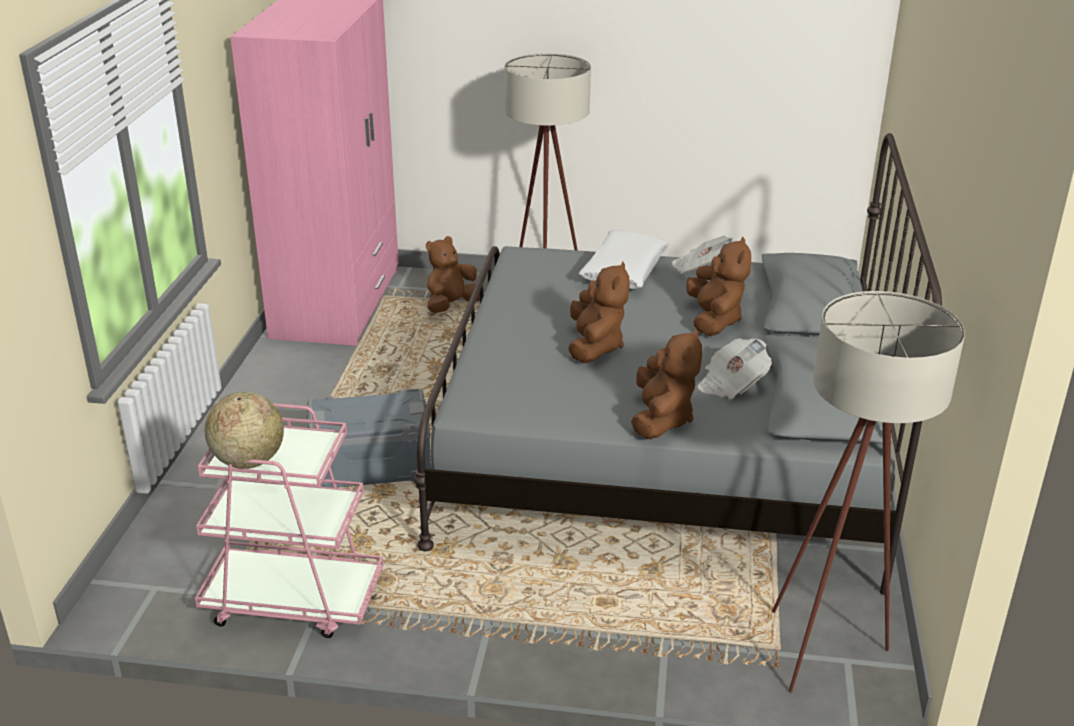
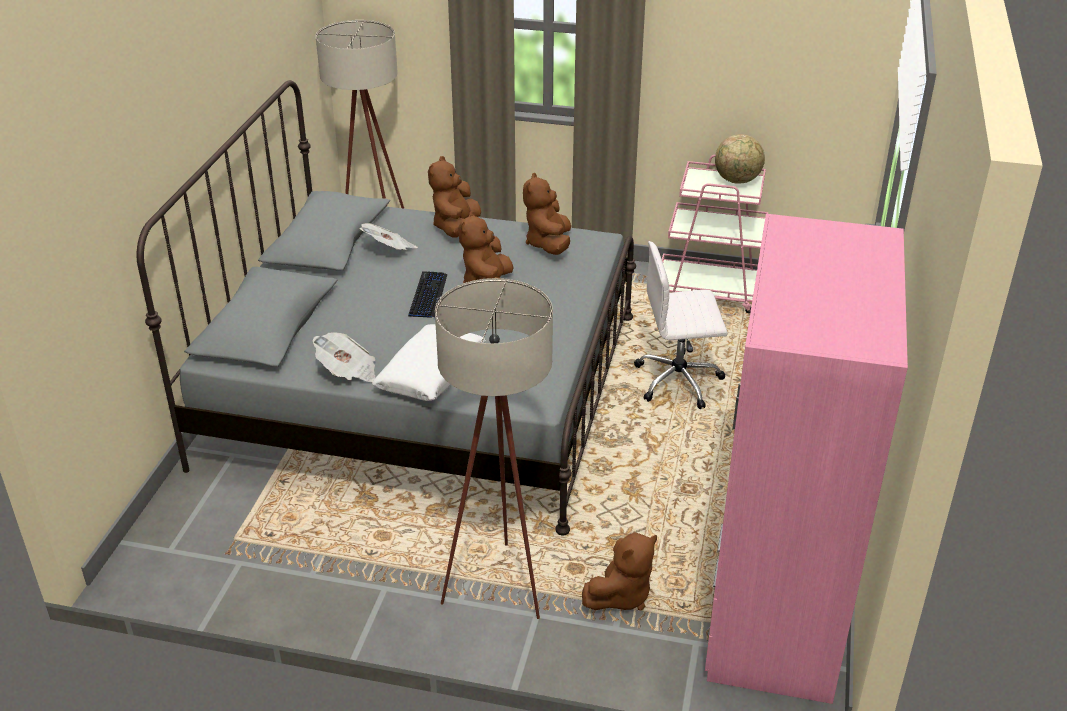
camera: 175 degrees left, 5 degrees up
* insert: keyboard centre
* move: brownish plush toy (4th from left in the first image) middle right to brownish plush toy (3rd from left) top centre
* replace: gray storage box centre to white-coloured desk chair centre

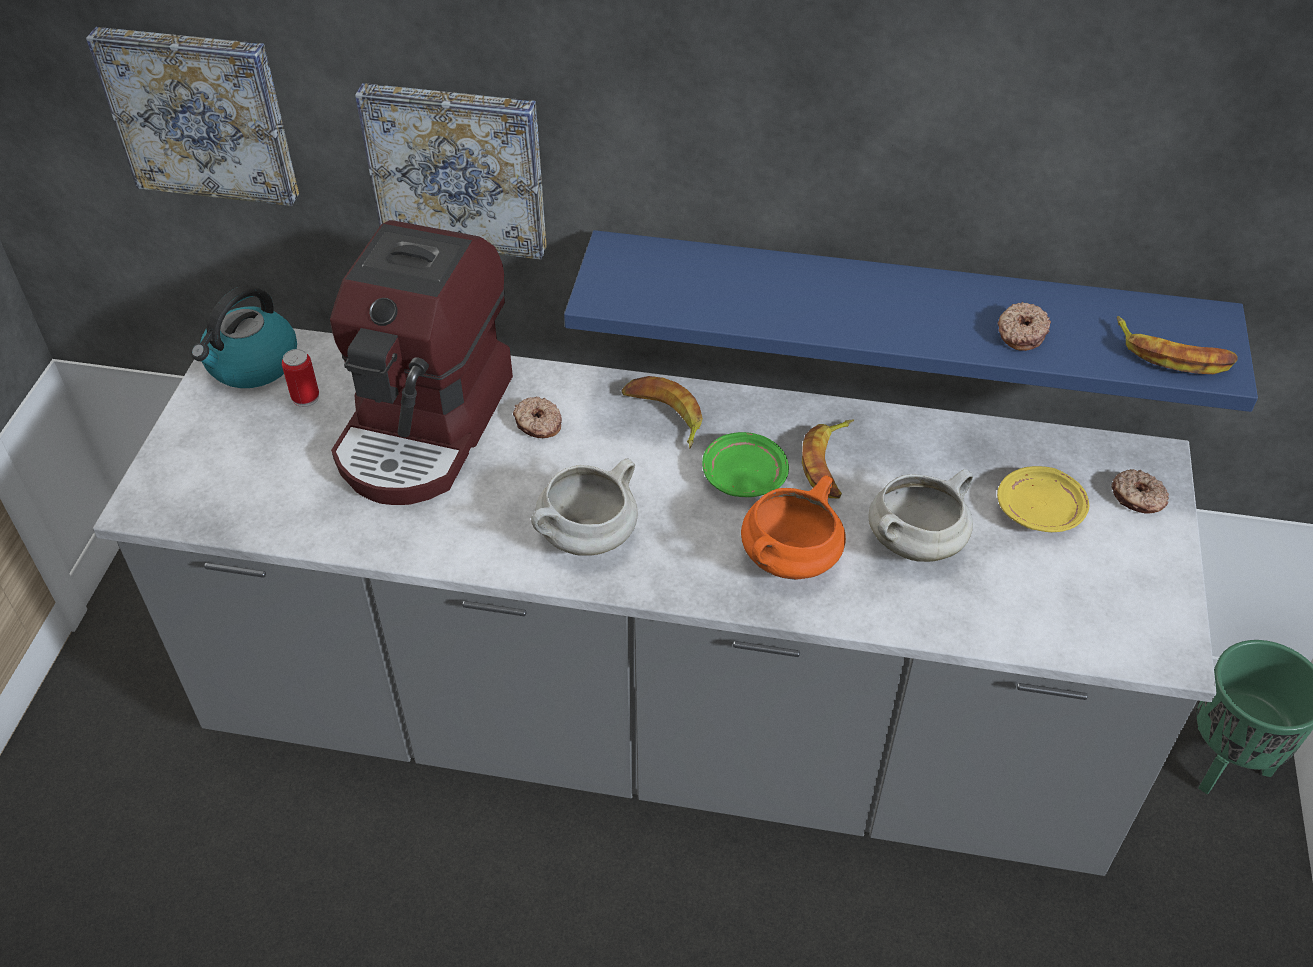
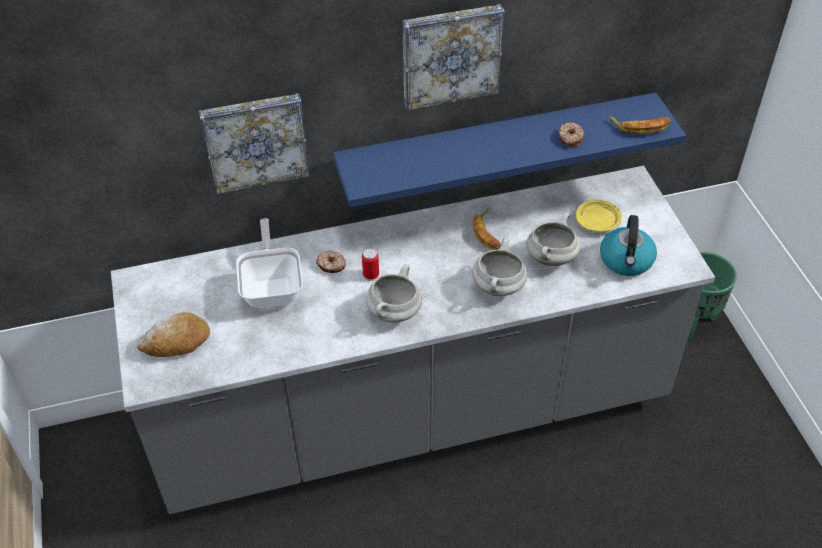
camera: 25 degrees left, 0 degrees up
* insert: baked bread middle left
* replace: coffee machine middle left to pan middle left
* move: sealed can middle left to centre
* move: picture (1st from left in the first image) top left to picture (2nd from left) top centre
* recolor: orange saucepot centre to white-coloured saucepot (2nd from left) centre
* move: water kettle middle left to middle right
* delete: whole banana (1st from left) centre
* delete: green-coloured dinner plate centre
* delete: donut (3rd from left) middle right

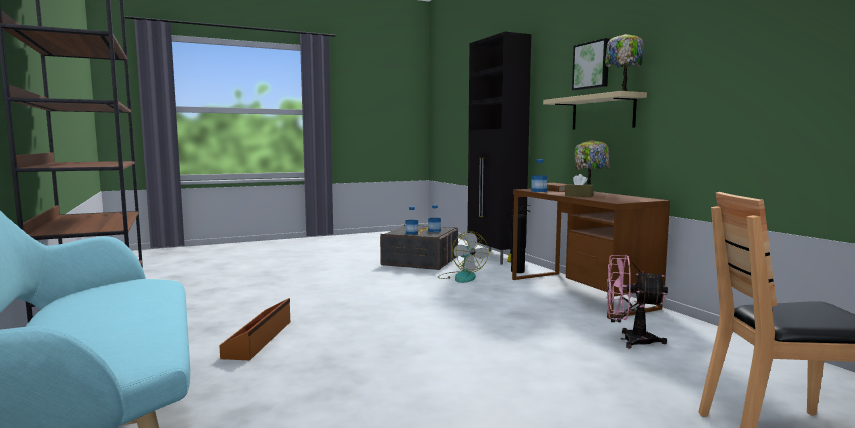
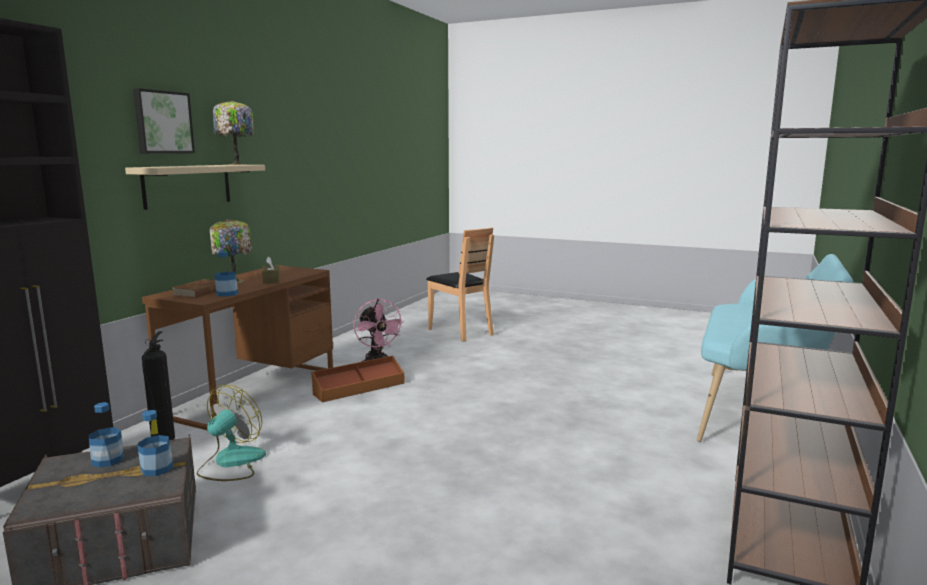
camera: 130 degrees left, 5 degrees up
* move: brownish storage box bottom left to centre

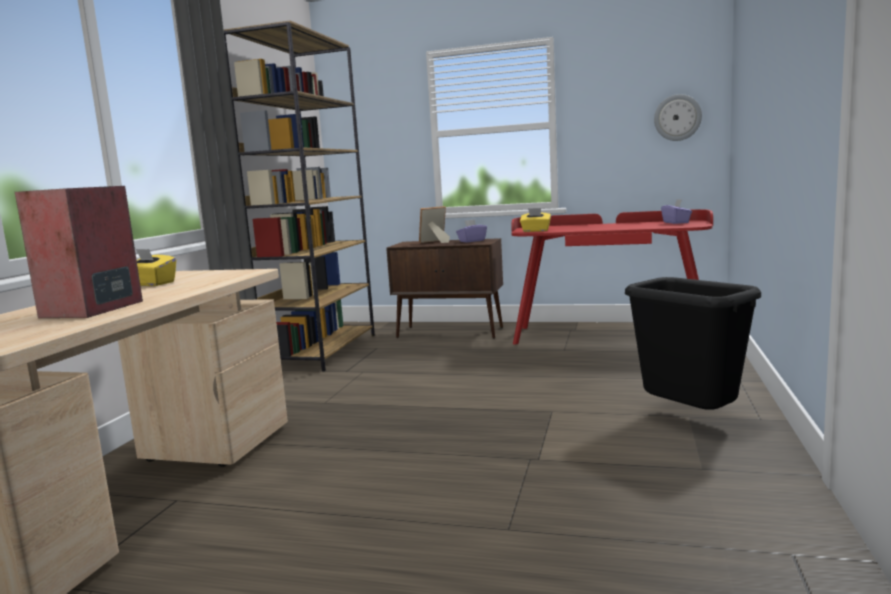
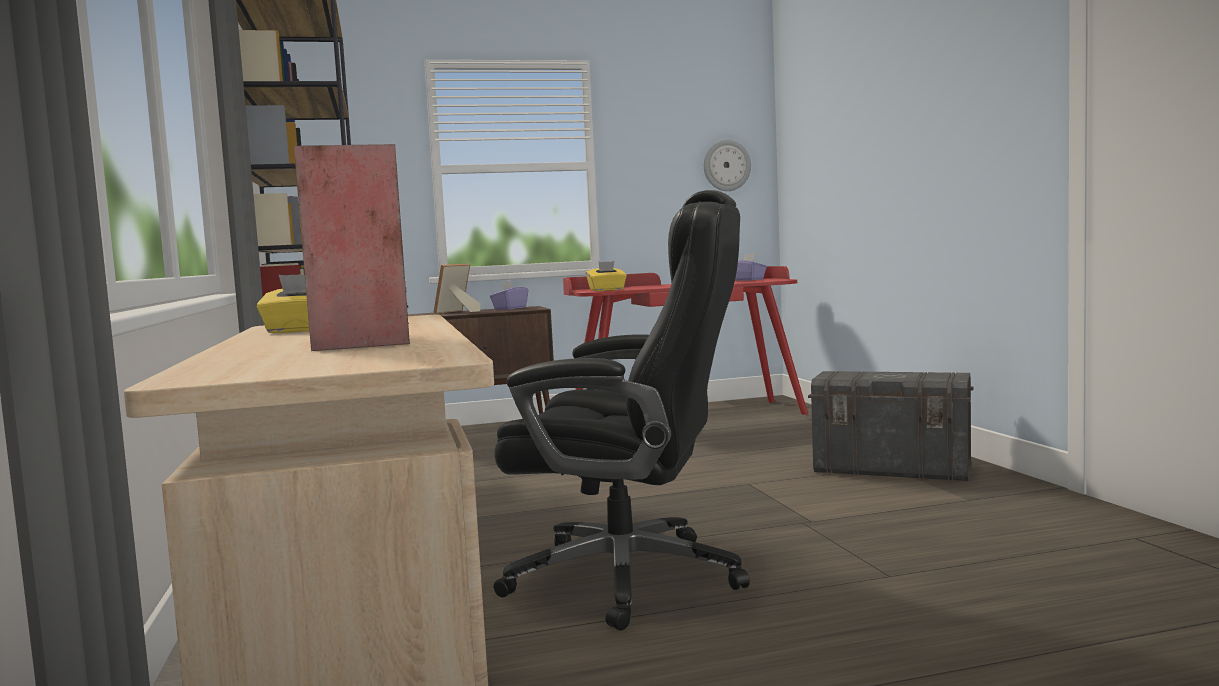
camera: 30 degrees left, 5 degrees down
* insert: black desk chair centre
* replace: black trash can middle right to gray storage box middle right

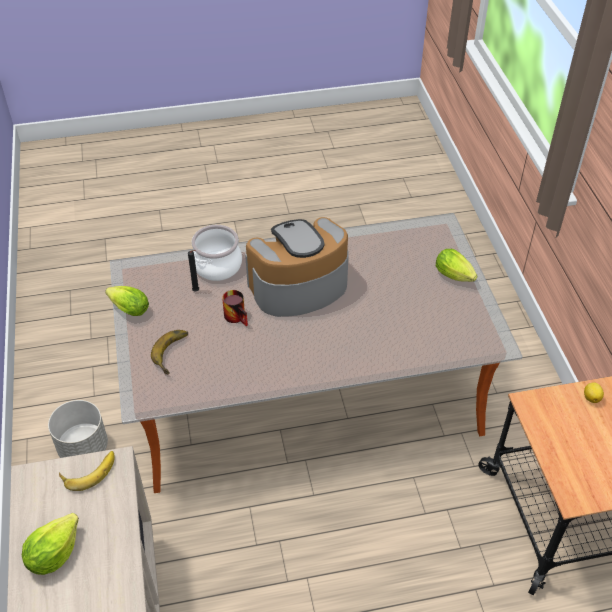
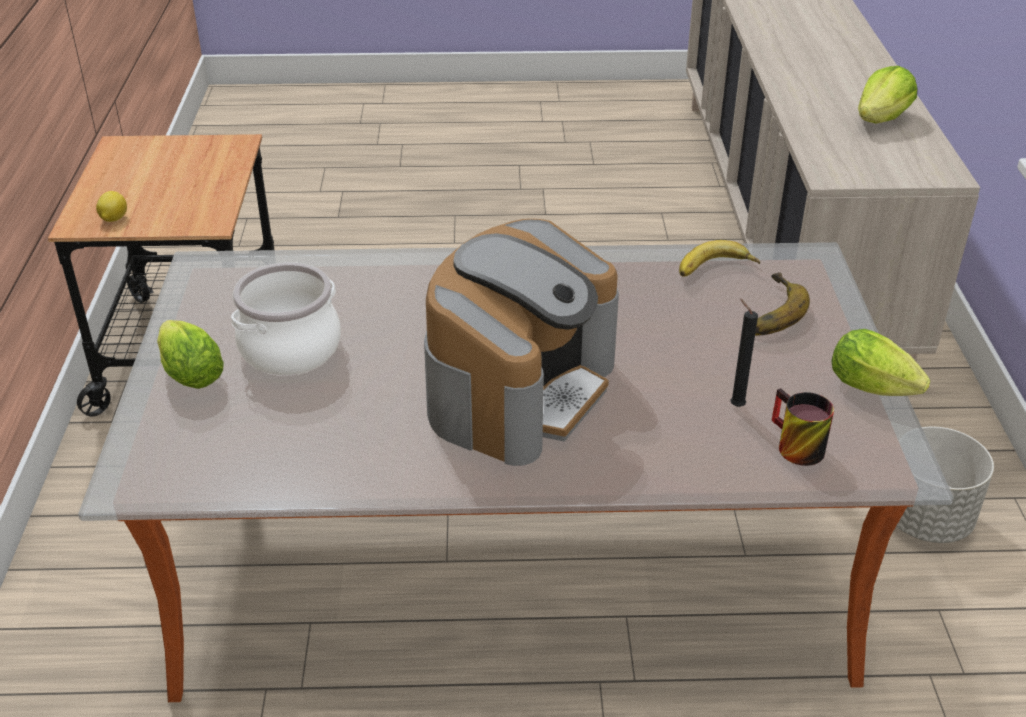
camera: 170 degrees left, 10 degrees down
* move: saucepot centre to middle left
* rotate: coffee machine centre = centre 45 degrees counterclockwise
* move: whole banana (1st from left) bottom left to middle right
* move: coffee mug centre to middle right

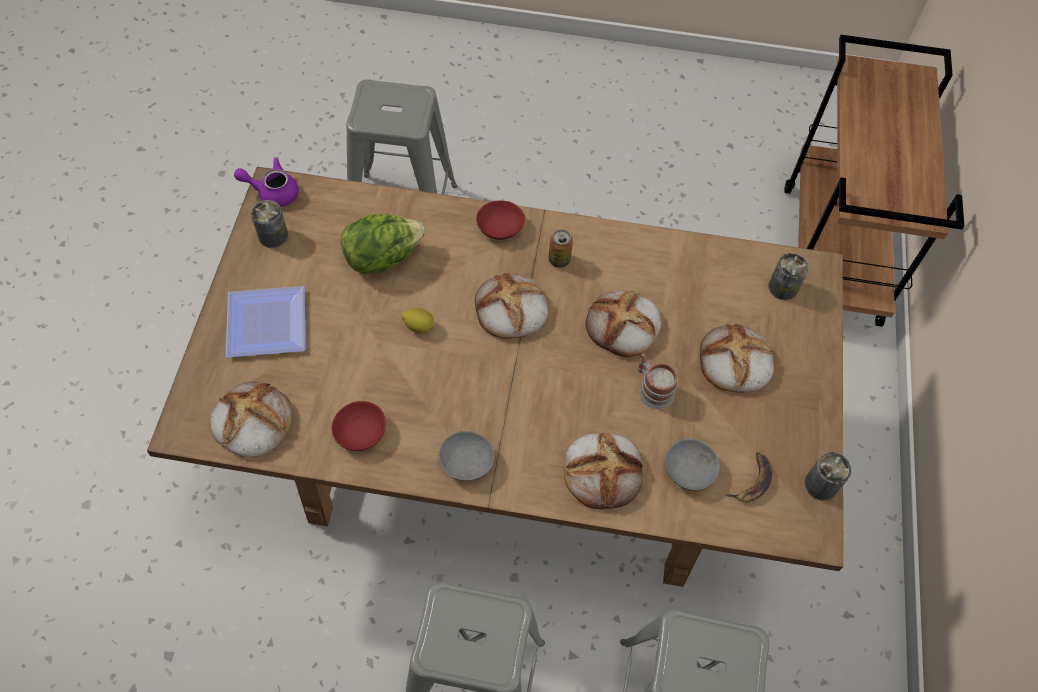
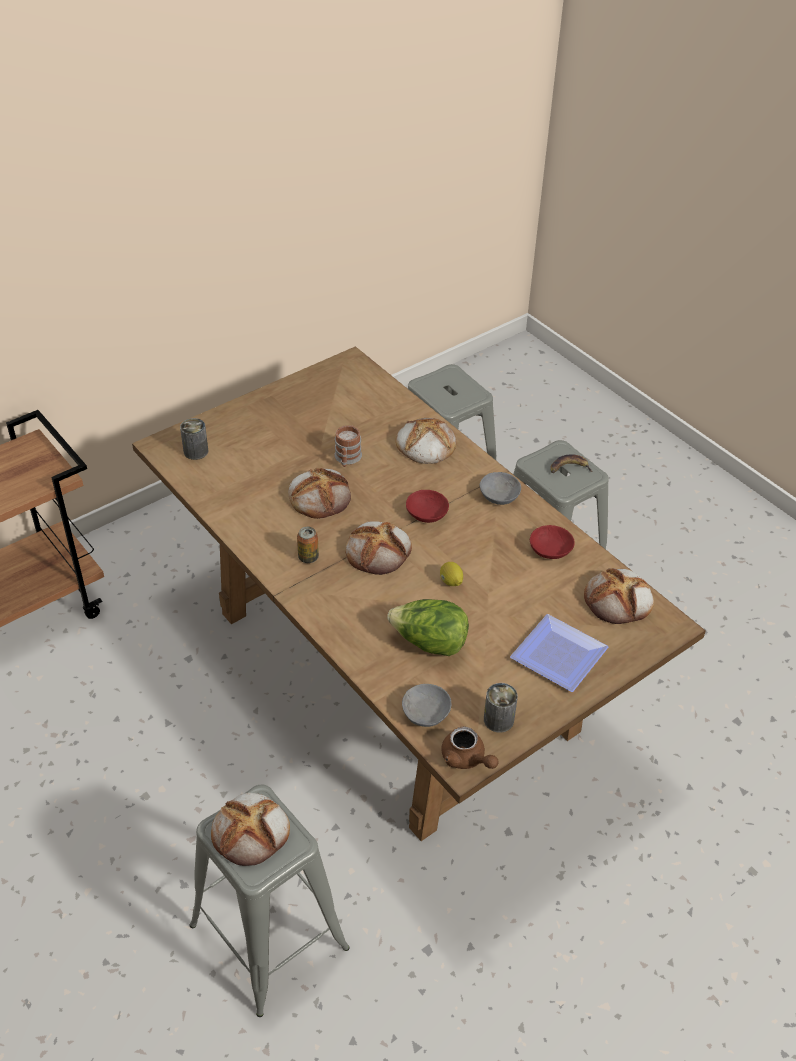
camera: 135 degrees left, 15 degrees down
* move: baked bread (5th from left in the first image) middle right to baked bread (1st from left) bottom left
* move: gray deep dish (2nd from left in the first image) bottom right to gray deep dish (1st from left) centre
* move: red deep dish (2nd from left in the first image) top centre to red deep dish (1st from left) centre
* recolor: purple tea pot top left to brownish tea pot bottom centre
* move: whole banana bottom right to middle right
* delete: sealed can (4th from left) bottom right

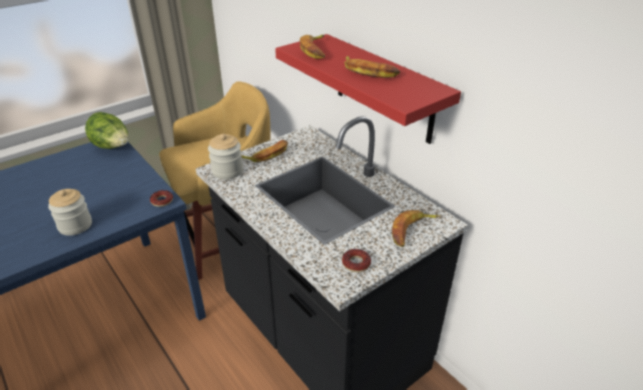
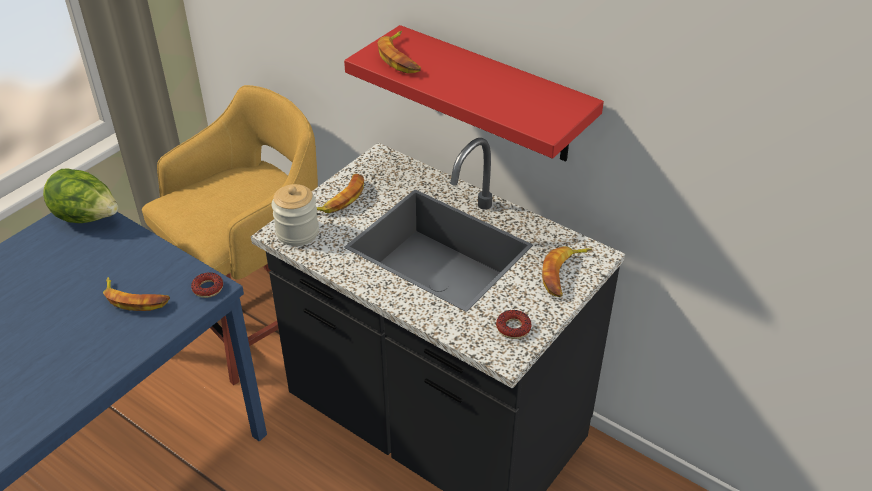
camera: 15 degrees left, 5 degrees up
* move: whole banana (3rd from left in the first image) top centre to whole banana (1st from left) middle left
* delete: preserve jar (1st from left) middle left

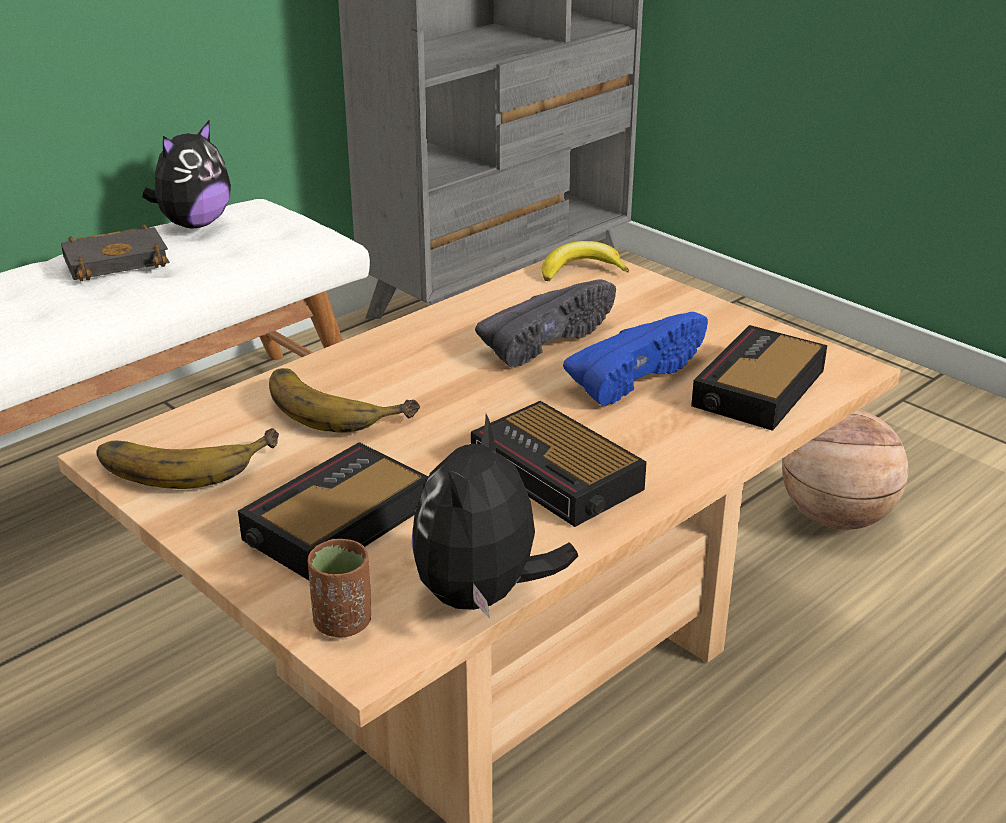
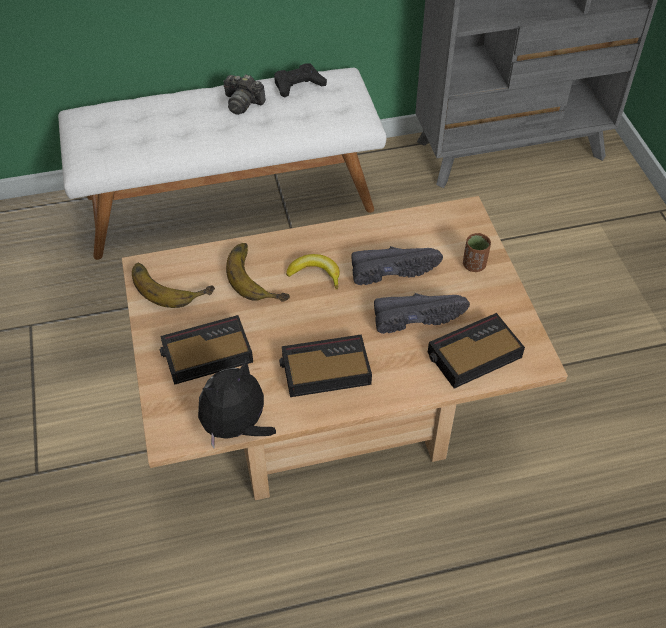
camera: 30 degrees right, 20 degrees up
* replace: black bound book top left to still camera top centre
* replace: plush toy (1st from left) top left to black gamepad top centre
* rotate: bedside clock (2nd from left) centre = centre 90 degrees clockwise
* move: whole banana (3rd from left) top centre to centre
* recolor: bluish item of footwear centre to black item of footwear (2nd from left) centre
* move: brownish cup bottom centre to middle right
* delete: ball for basketball middle right

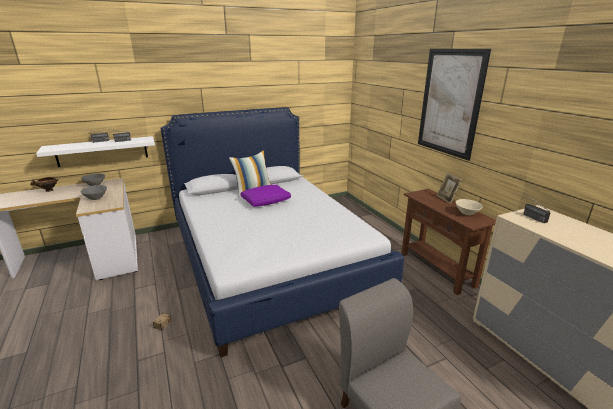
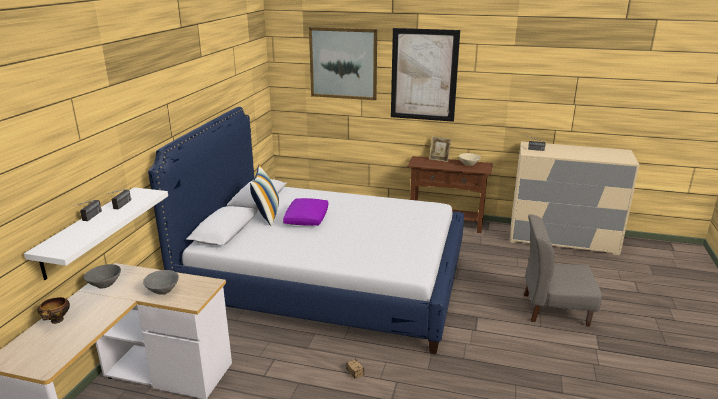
camera: 50 degrees left, 0 degrees up
* insert: picture (1st from left) top centre

